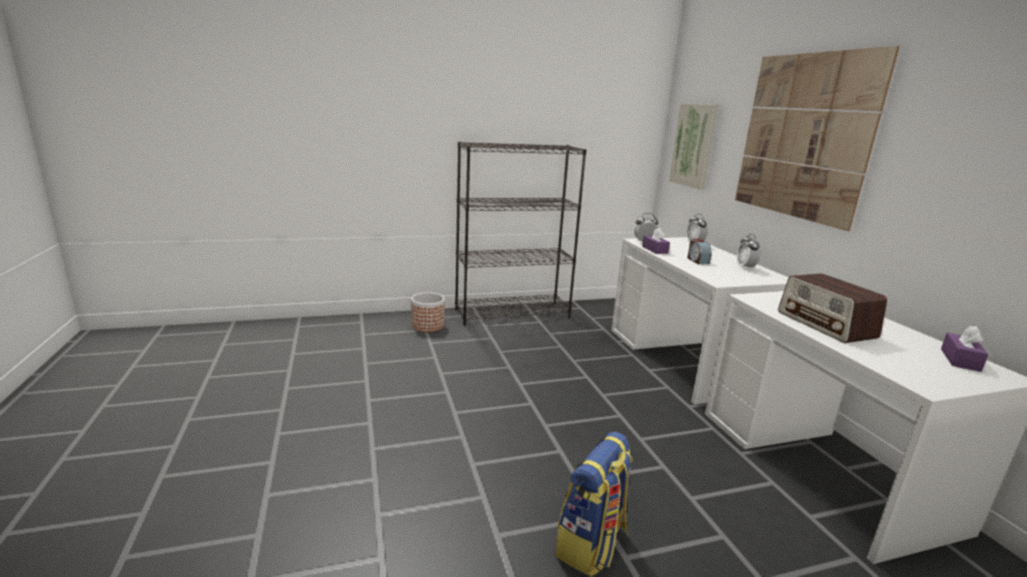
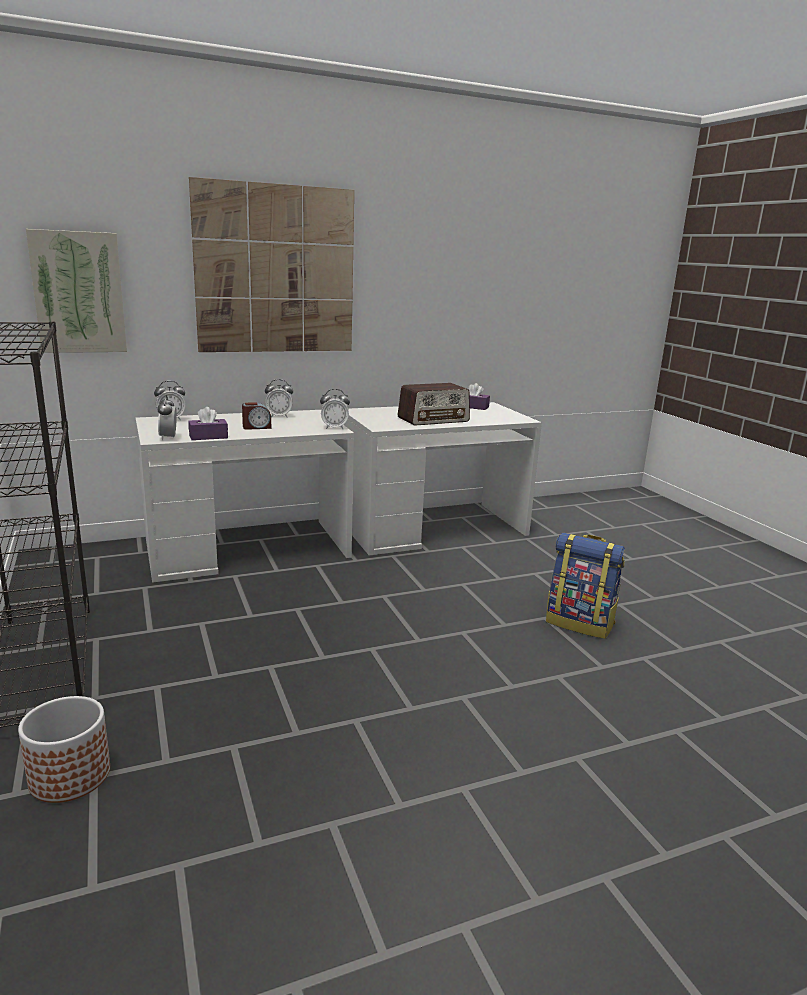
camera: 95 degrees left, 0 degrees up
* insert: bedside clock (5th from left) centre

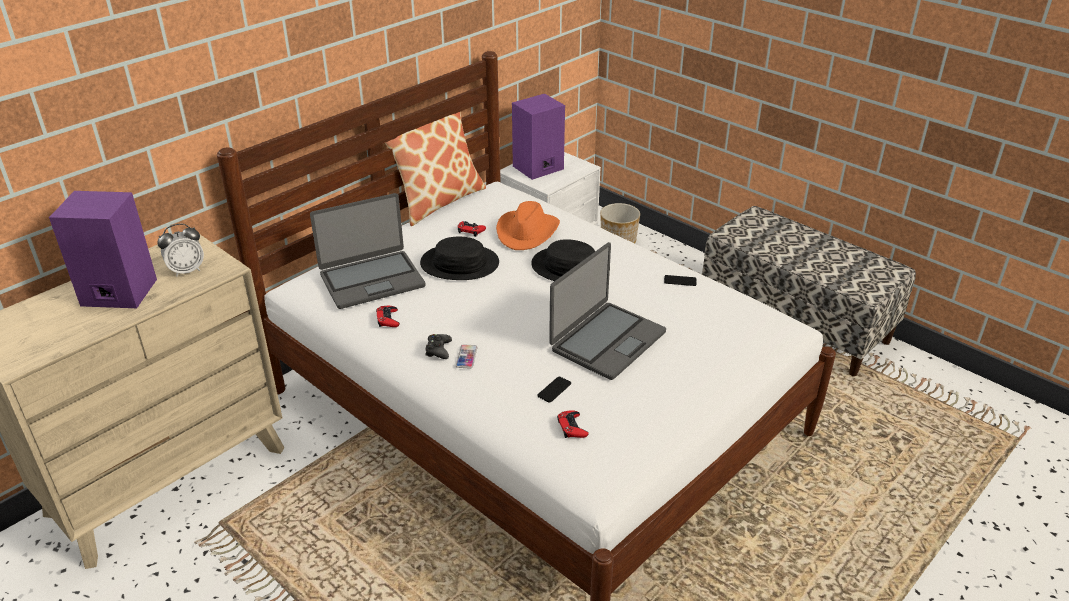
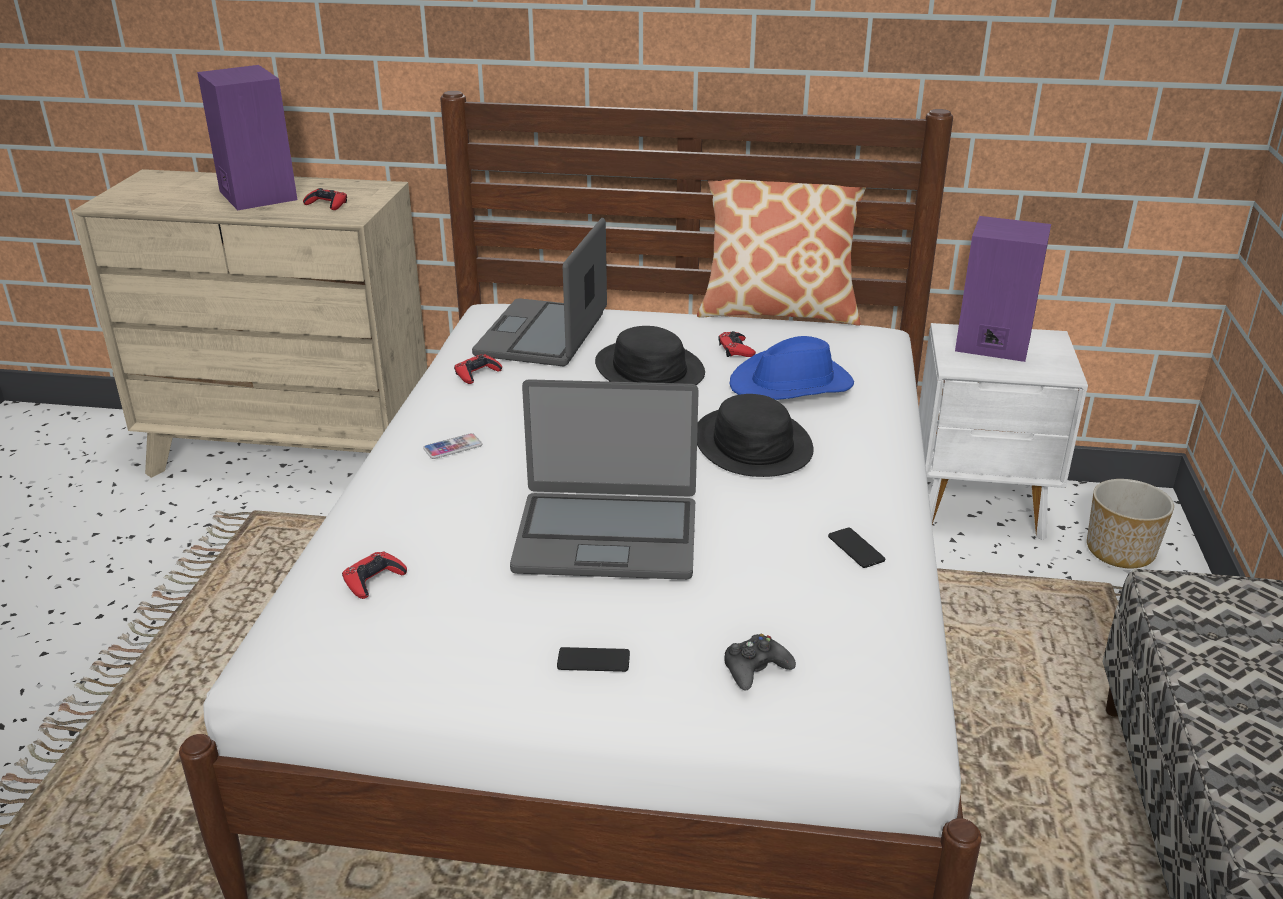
camera: 55 degrees right, 5 degrees down
* replace: bedside clock middle left to red gamepad (1st from left) top left
* rotate: laptop (1st from left) centre = top centre 75 degrees clockwise
* move: handset (2nd from left) centre to bottom centre
* move: black gamepad centre to bottom centre
* recolor: orange hat centre to bluish hat centre

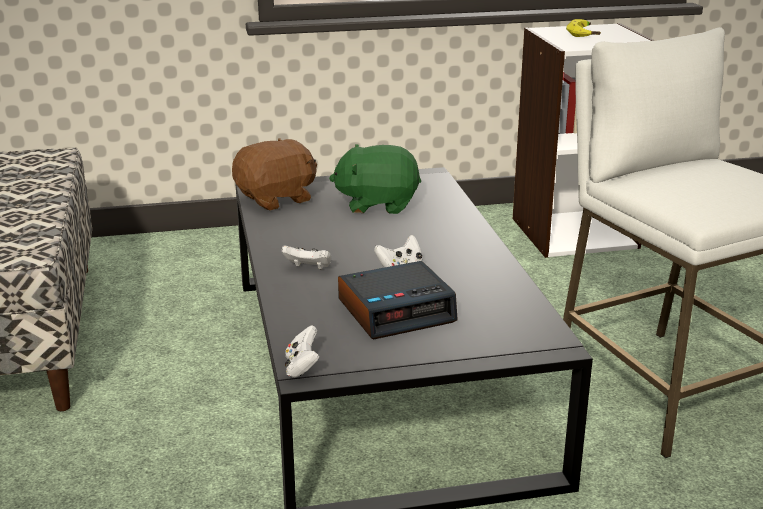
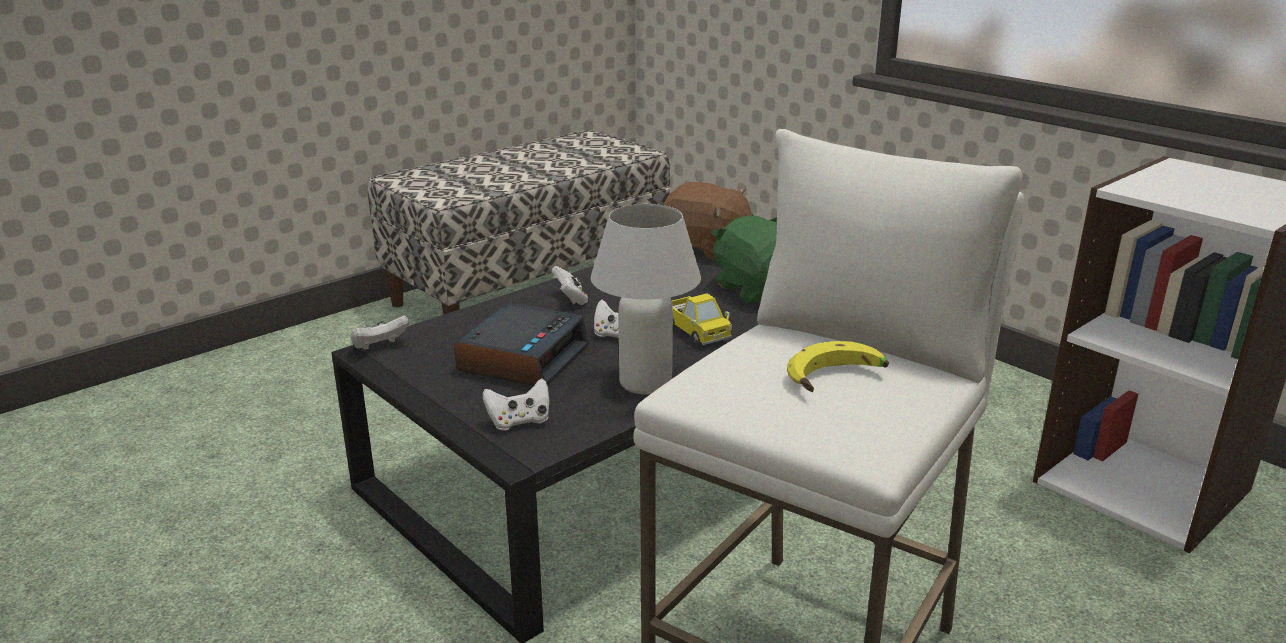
camera: 60 degrees right, 0 degrees up
* rotate: bedside clock centre = centre 105 degrees counterclockwise
* insert: white-coloured gamepad (2nd from left) centre
* insert: white-coloured tabletop lamp centre
* insert: model truck centre
* move: whole banana top right to centre

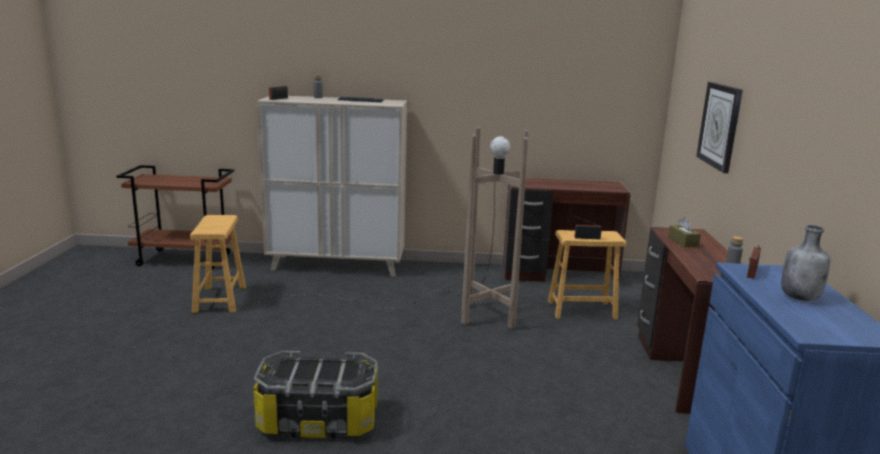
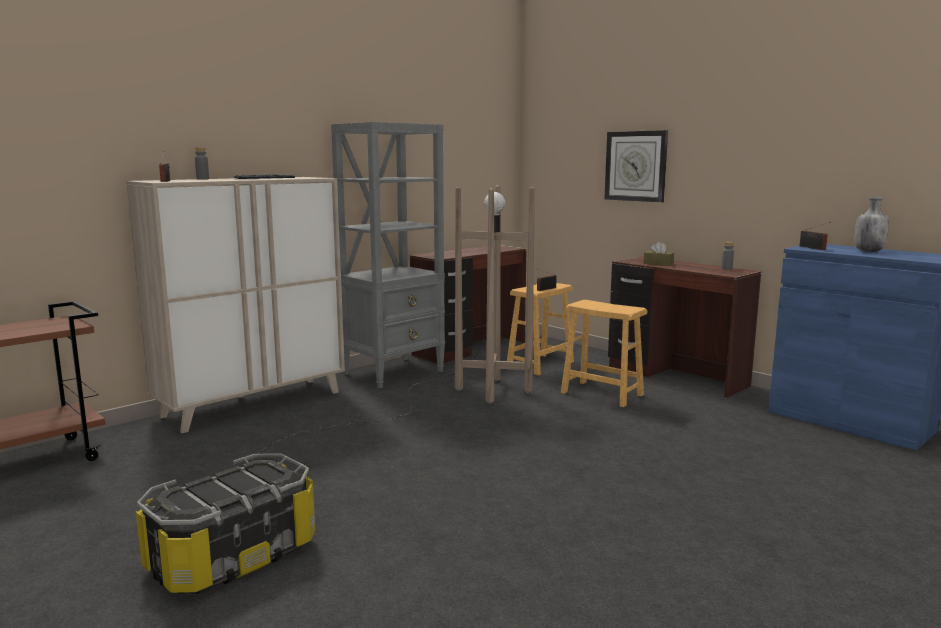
camera: 45 degrees left, 5 degrees down
* move: storage box bottom centre to bottom left
* insert: gray bookcase centre
* move: brownish stool seat (1st from left in the first image) middle left to brownish stool seat (2nd from left) centre

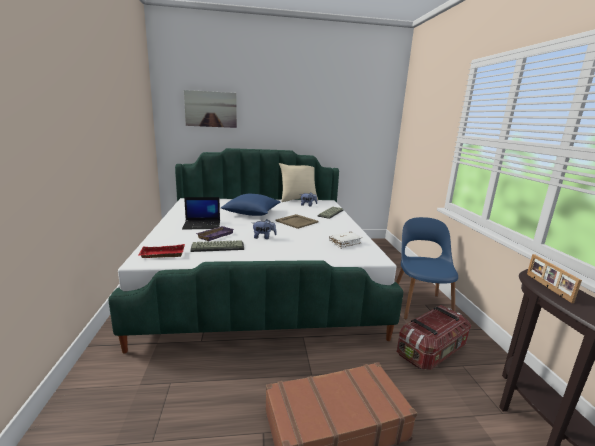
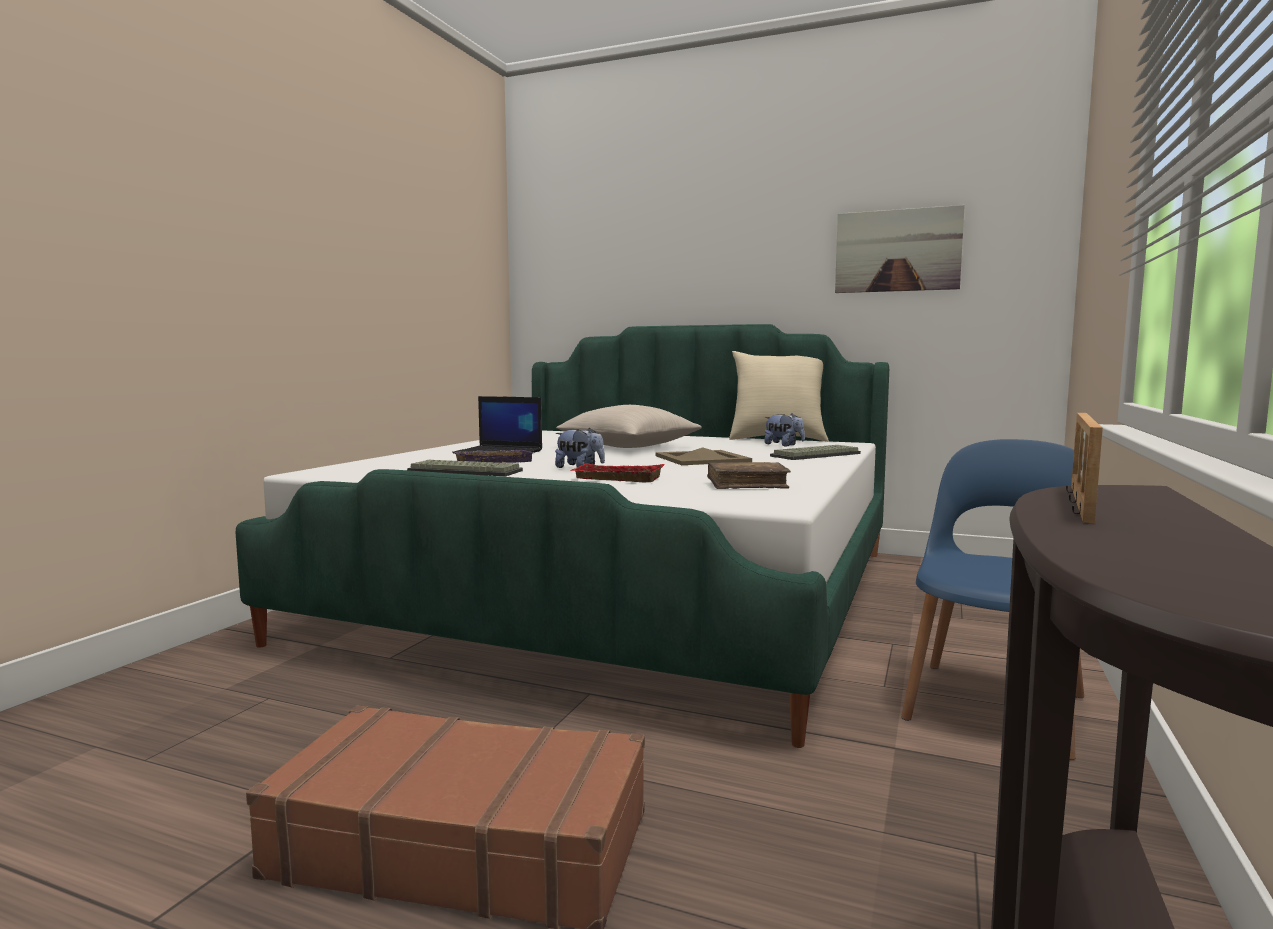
camera: 30 degrees right, 10 degrees down
* recolor: bluish throw pillow centre to beige-coloured throw pillow (1st from left) centre
* move: red tray middle left to centre
* recolor: white-coloured bound book centre to brownish bound book centre
* move: picture top centre to top right
* delete: storage box bottom right

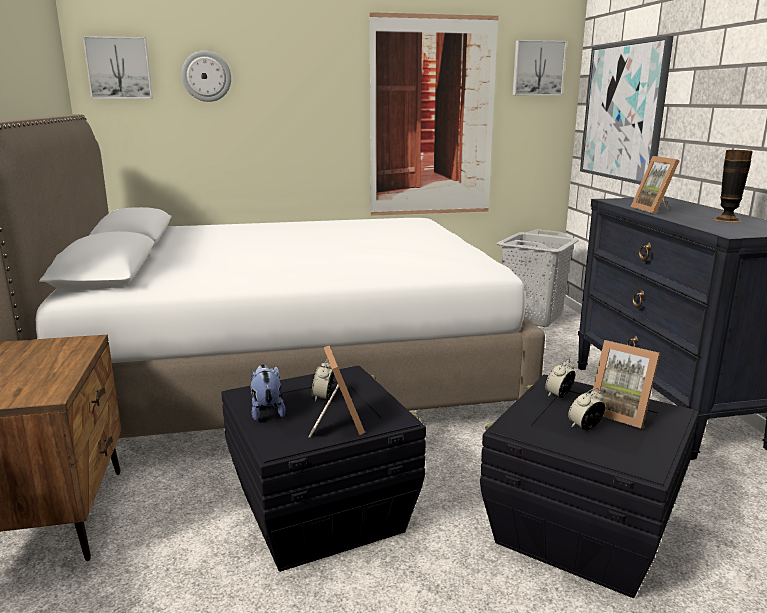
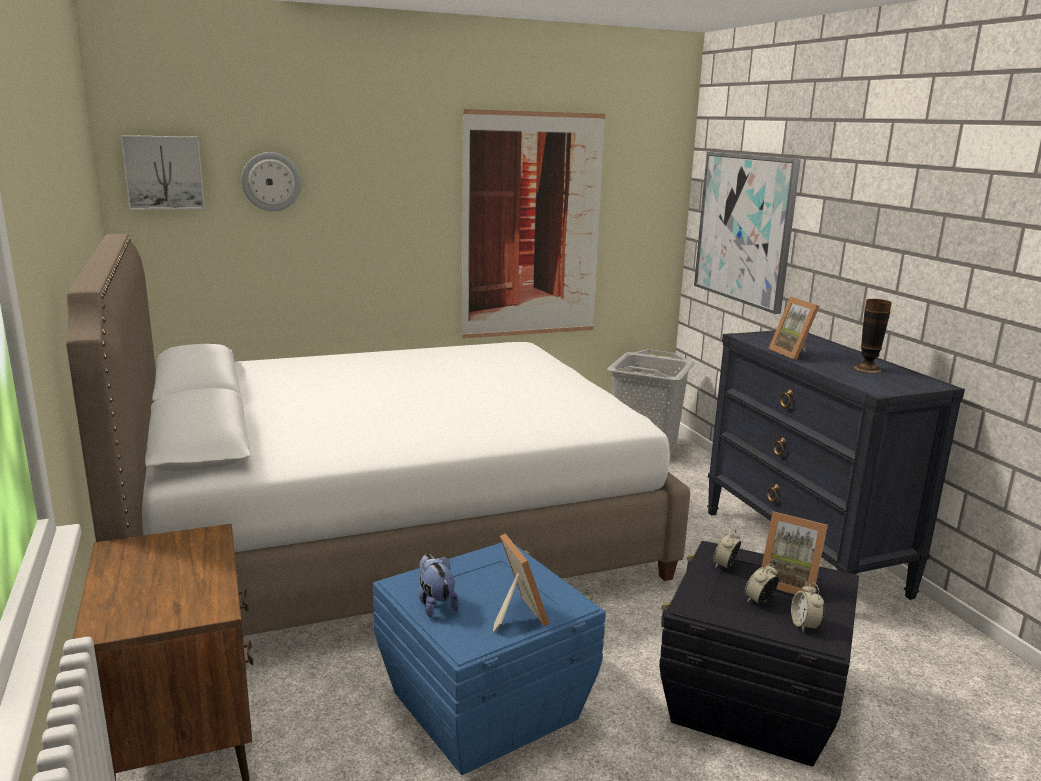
camera: 10 degrees left, 0 degrees up
* recolor: black storage box (1st from left) bottom centre to bluish storage box bottom centre
* move: bedside clock (1st from left in the first image) centre to bedside clock (3rd from left) bottom right
* delete: picture (3rd from left) top right

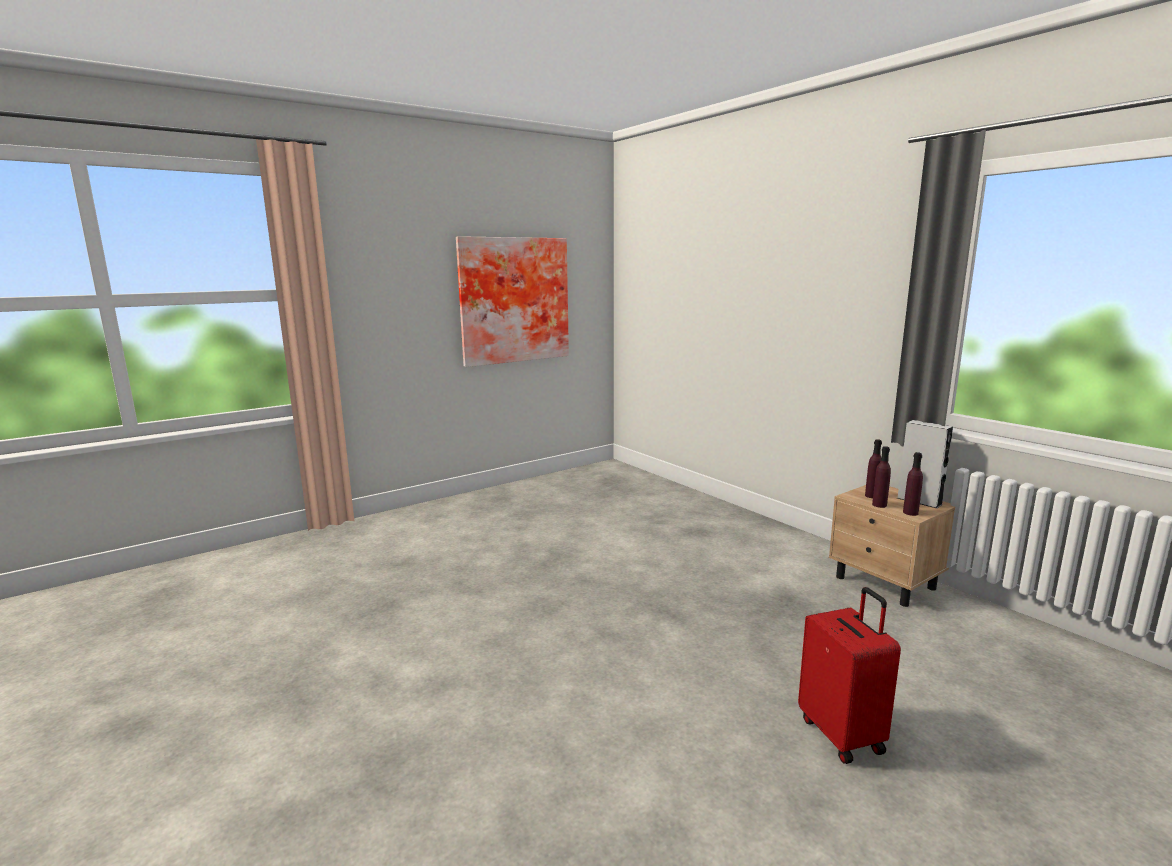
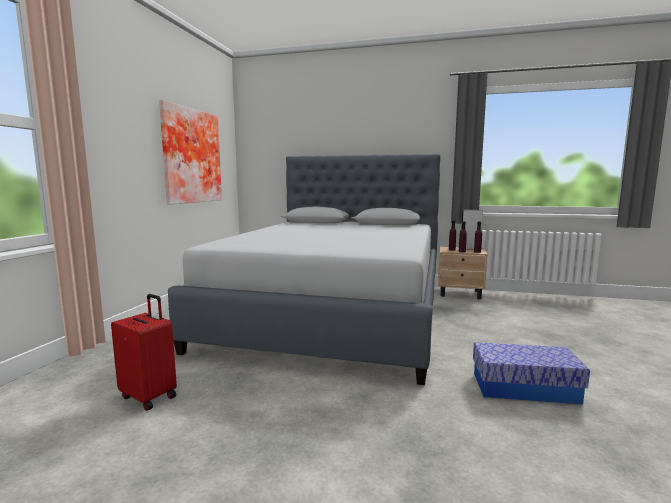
camera: 40 degrees left, 5 degrees down
* move: red piece of luggage bottom right to bottom left
* insert: gray sleeping bed centre
* insert: storage box bottom right

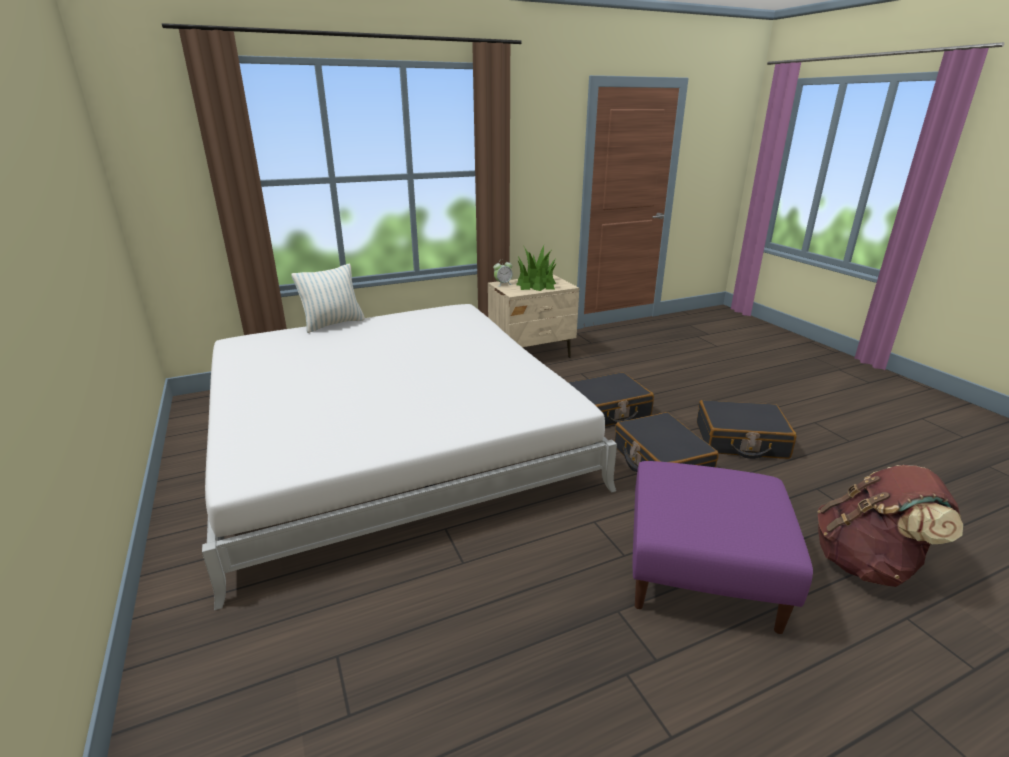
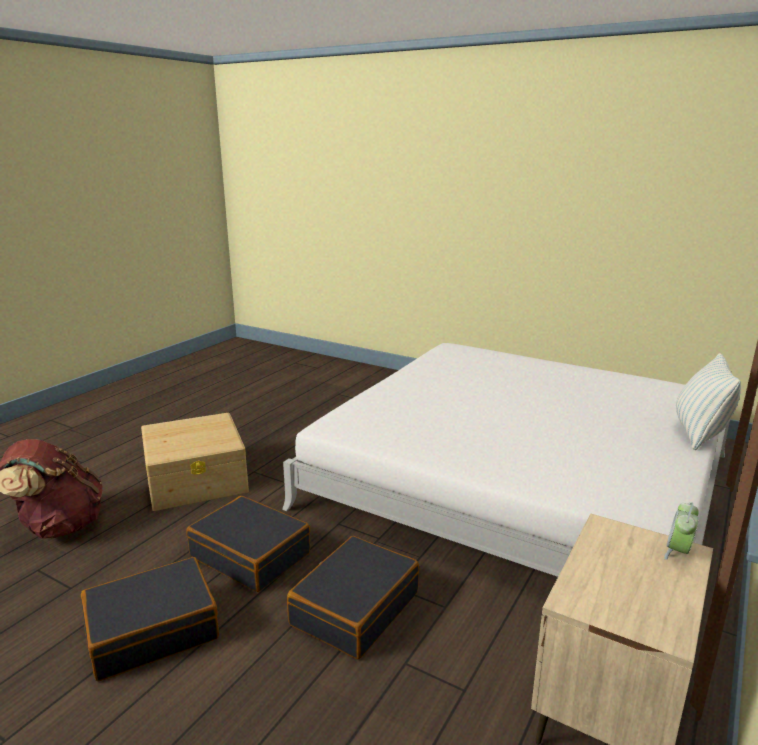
camera: 145 degrees right, 5 degrees down
* replace: purple pouffe bottom right to beige-coloured storage box middle left
* delete: houseplant centre

